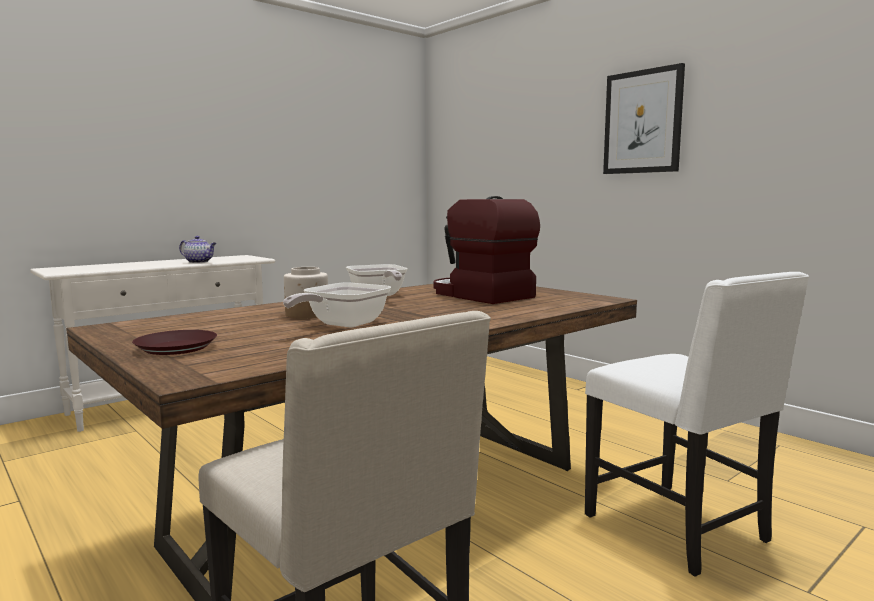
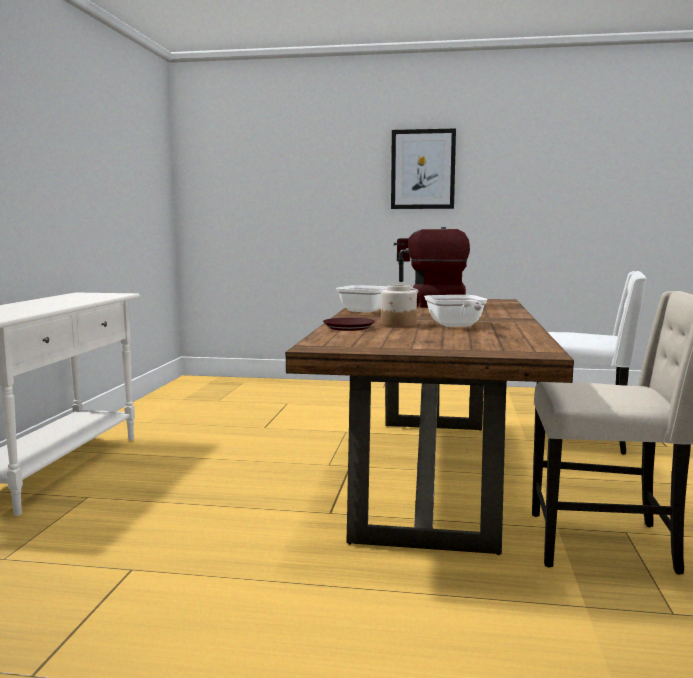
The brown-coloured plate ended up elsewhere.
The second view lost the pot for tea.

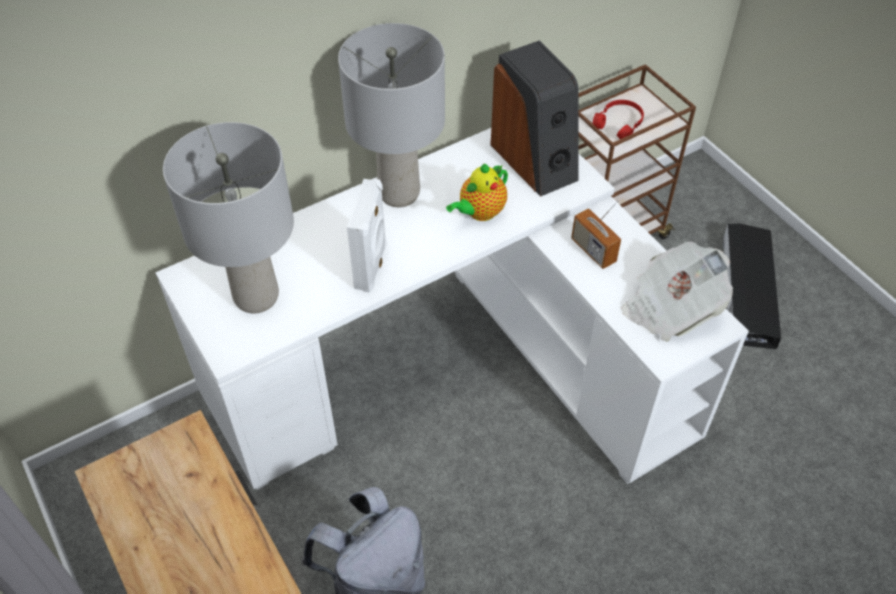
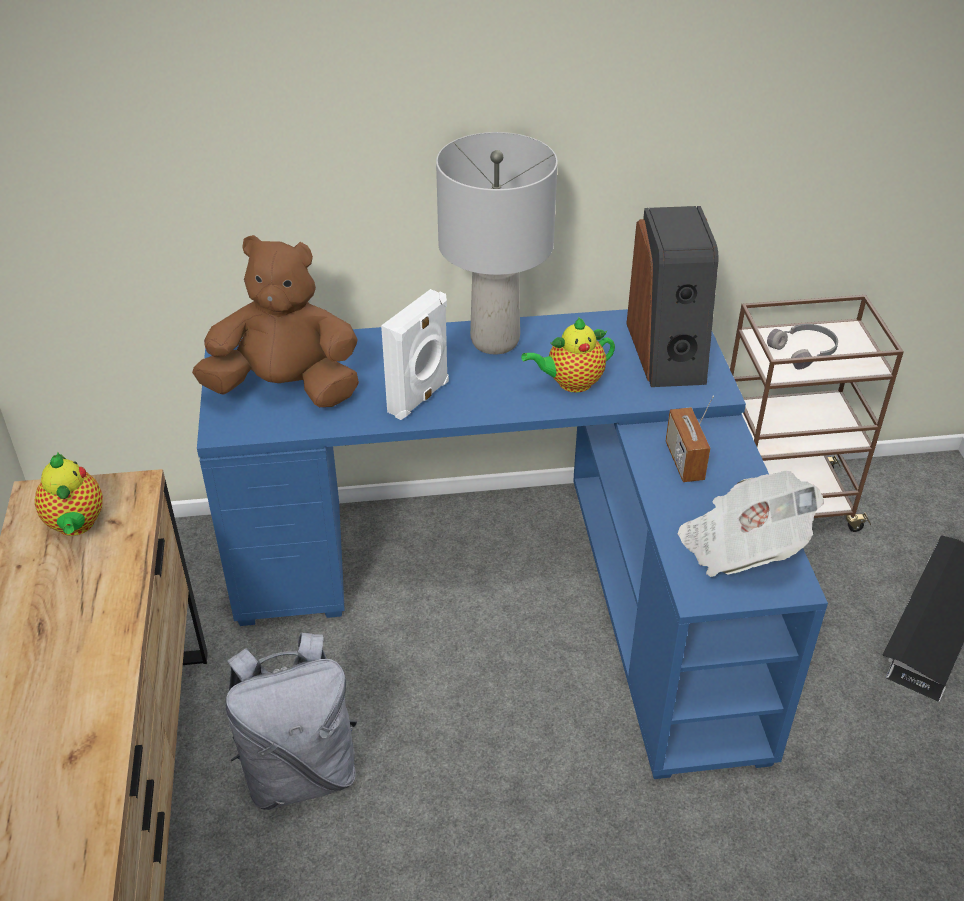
What was the whitish desk unit turned into the blue-coloured desk unit.
Where the greyish table lamp (1st from left) stood, the brown-coloured cuddly toy came to stand.
What was the reddish headset turned into the greyish headset.
The second view gained the pot for tea (1st from left).

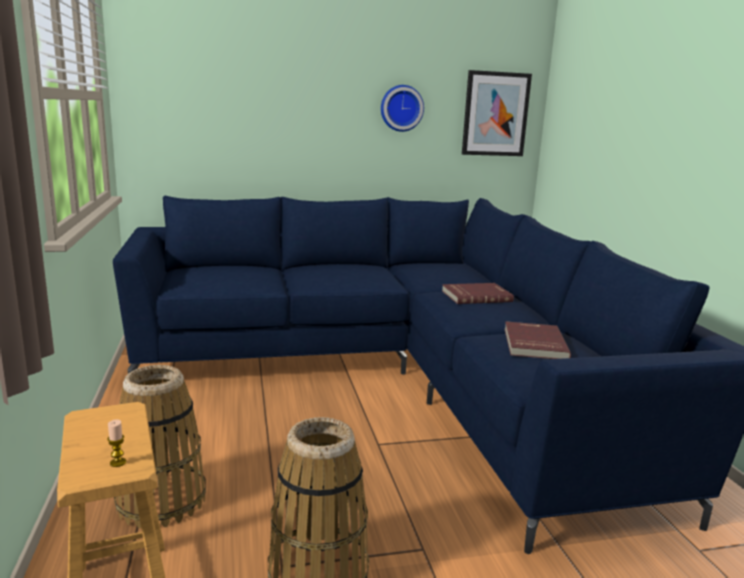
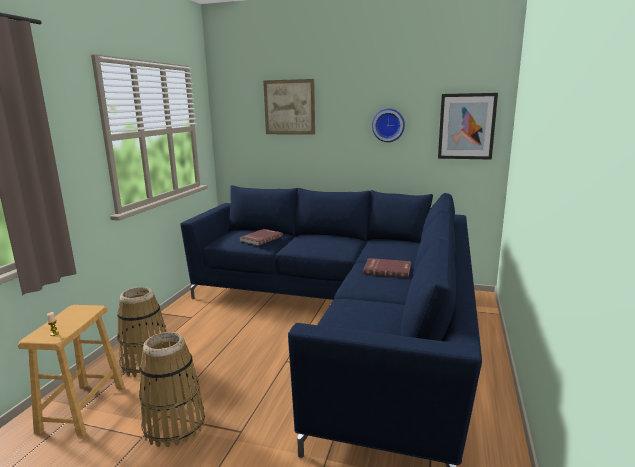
The reddish bound book (2nd from left in the first image) ended up elsewhere.
The second view gained the picture (1st from left).

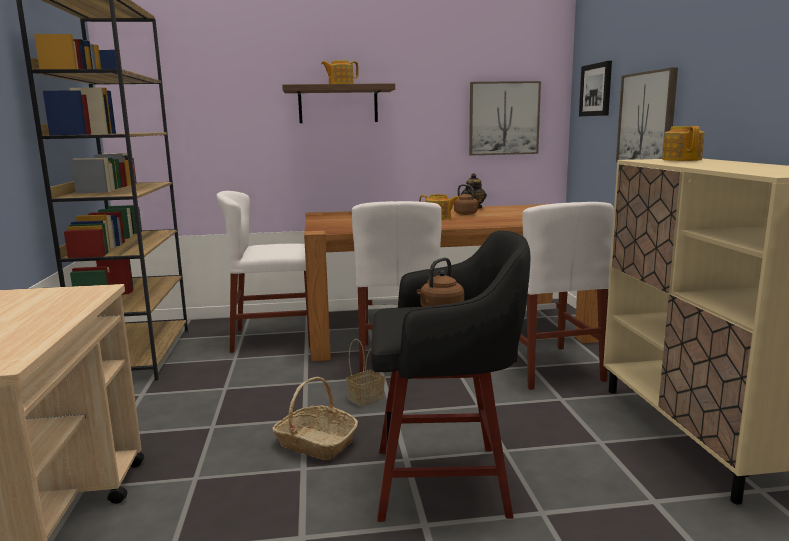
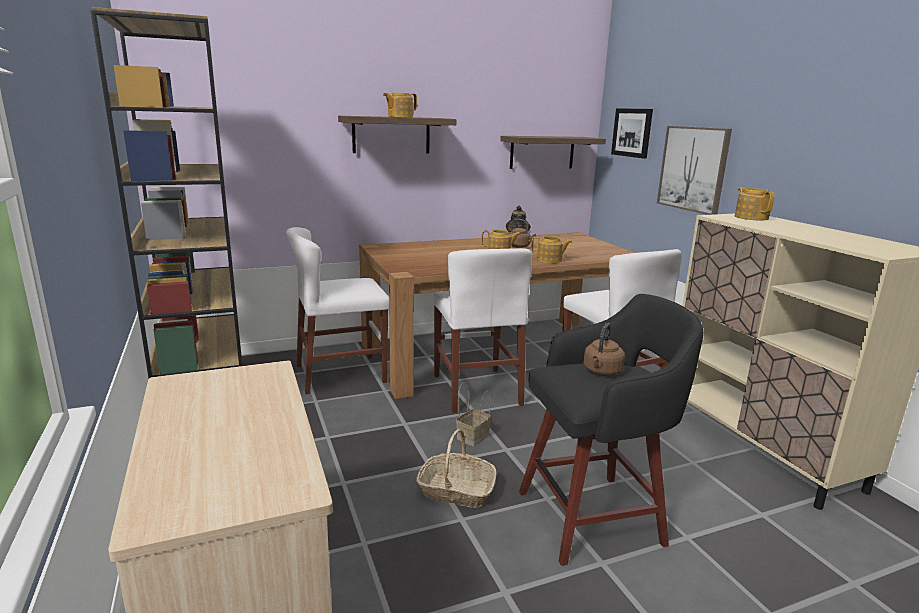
Where the picture (1st from left) hung, the wall shelf (2nd from left) came to hang.
The second view gained the pot for tea (4th from left).

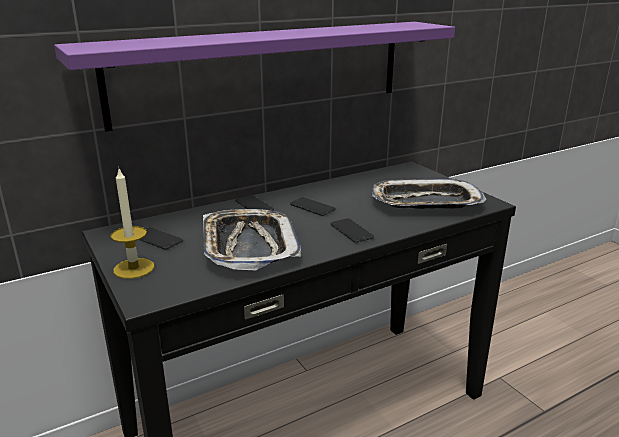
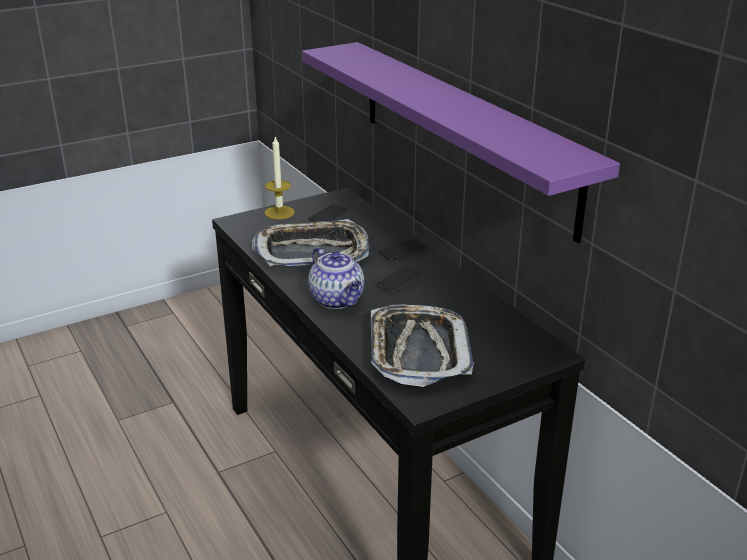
Where the telephone (4th from left) stood, the pot for tea came to stand.

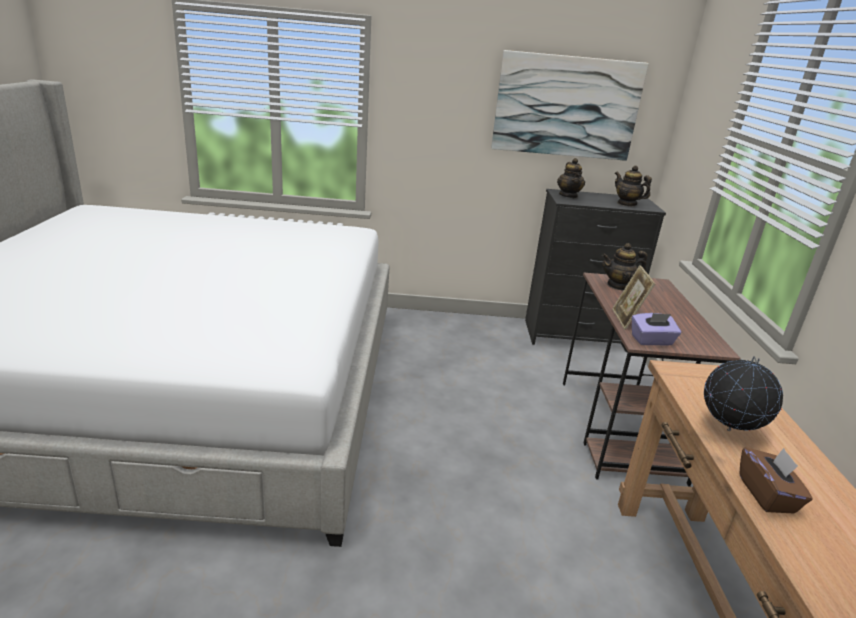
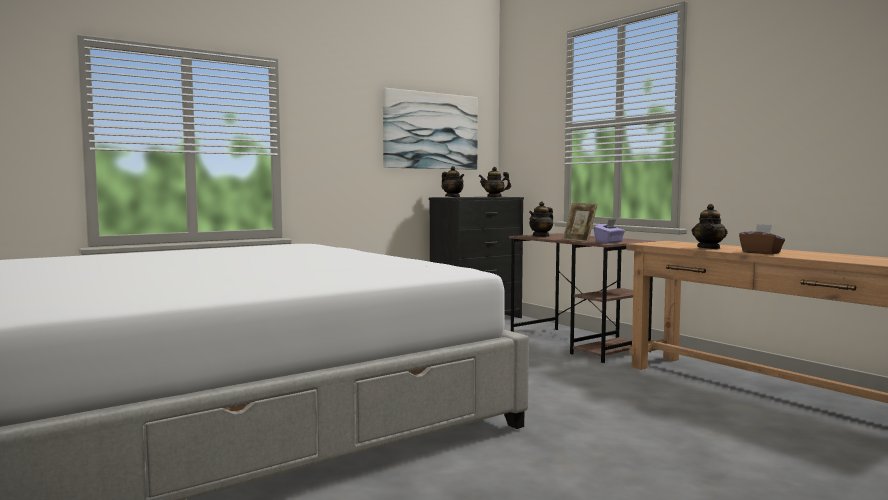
Where the world globe stood, the pot for tea (4th from left) came to stand.

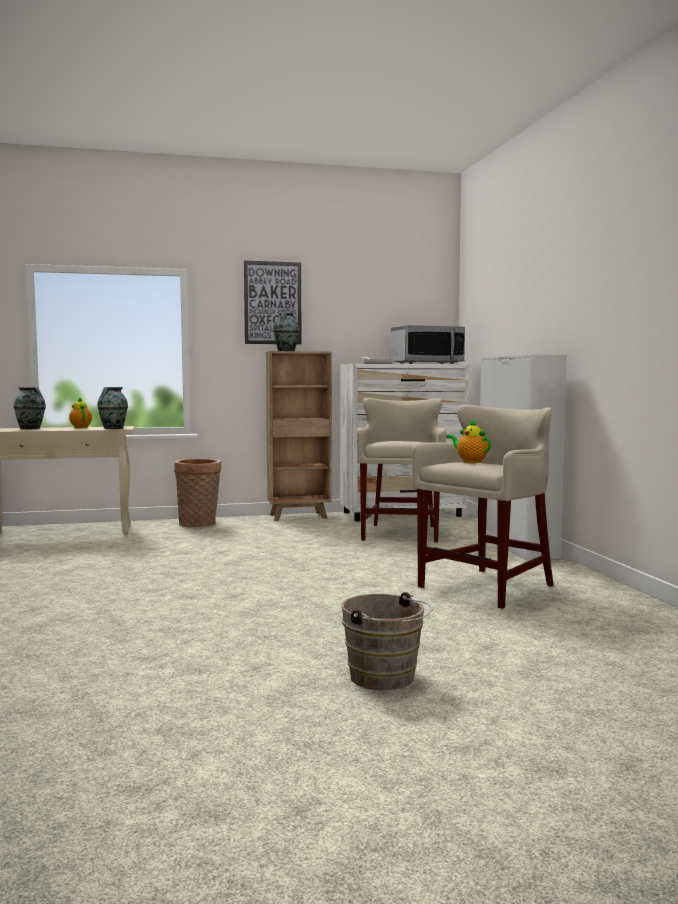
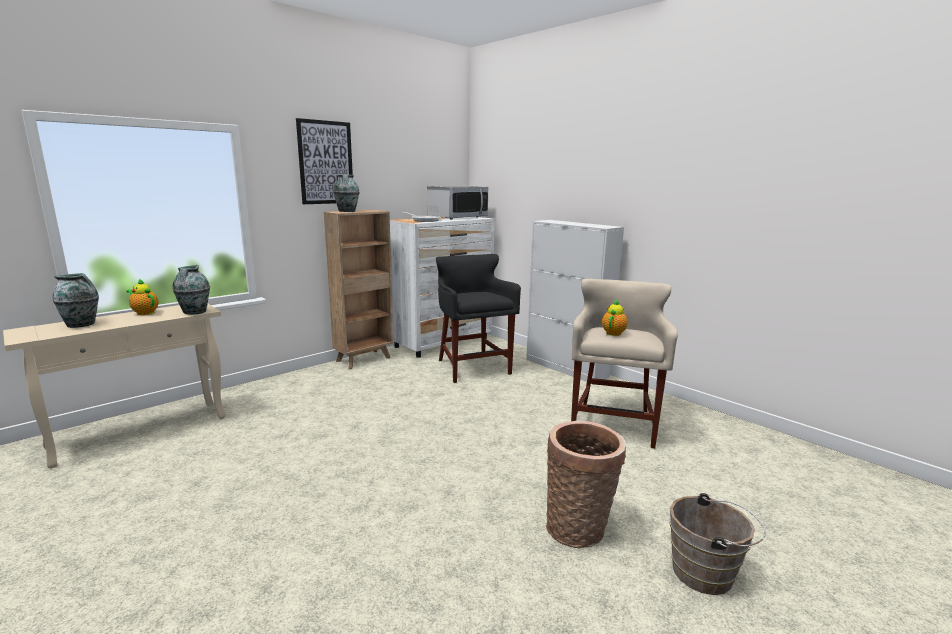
The basket ended up elsewhere.
What was the beige sitting stool (1st from left) turned into the blackish sitting stool.
The pot for tea (2nd from left) ended up facing another way, 105 degrees clockwise from before.

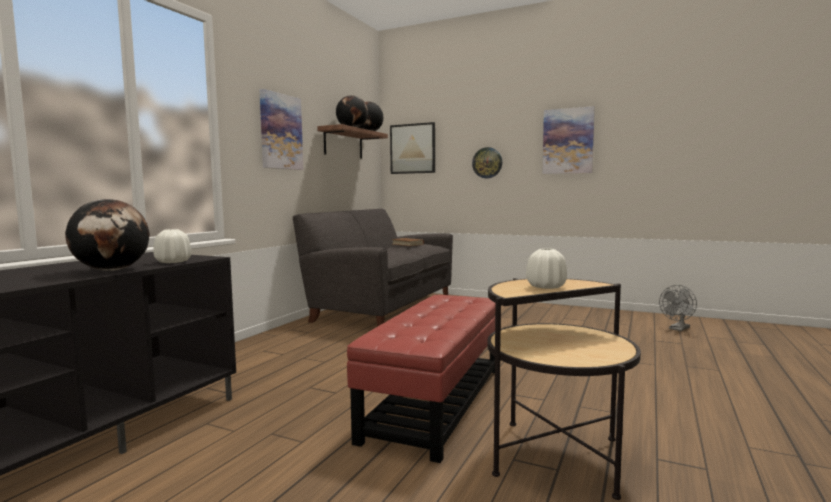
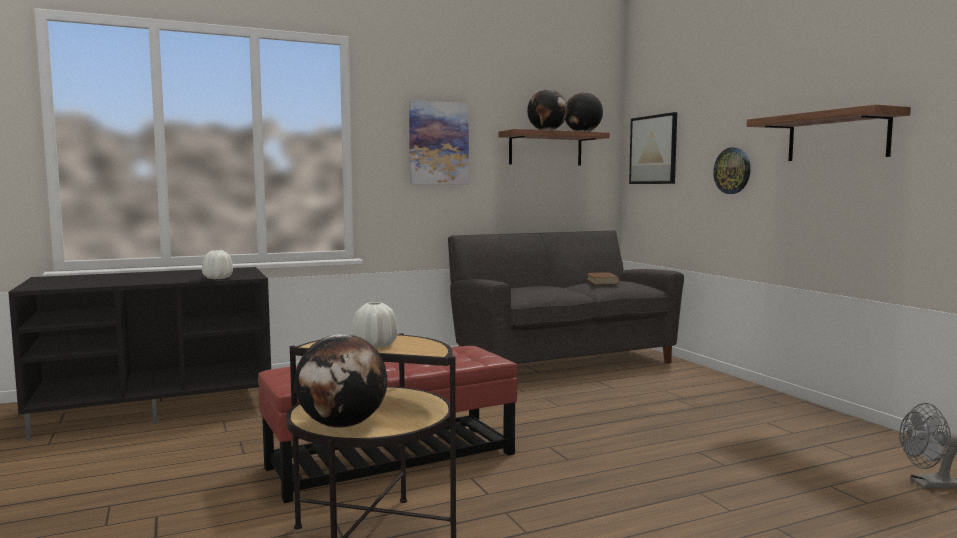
The world globe (1st from left) ended up elsewhere.
Where the picture (3rd from left) hung, the wall shelf (2nd from left) came to hang.

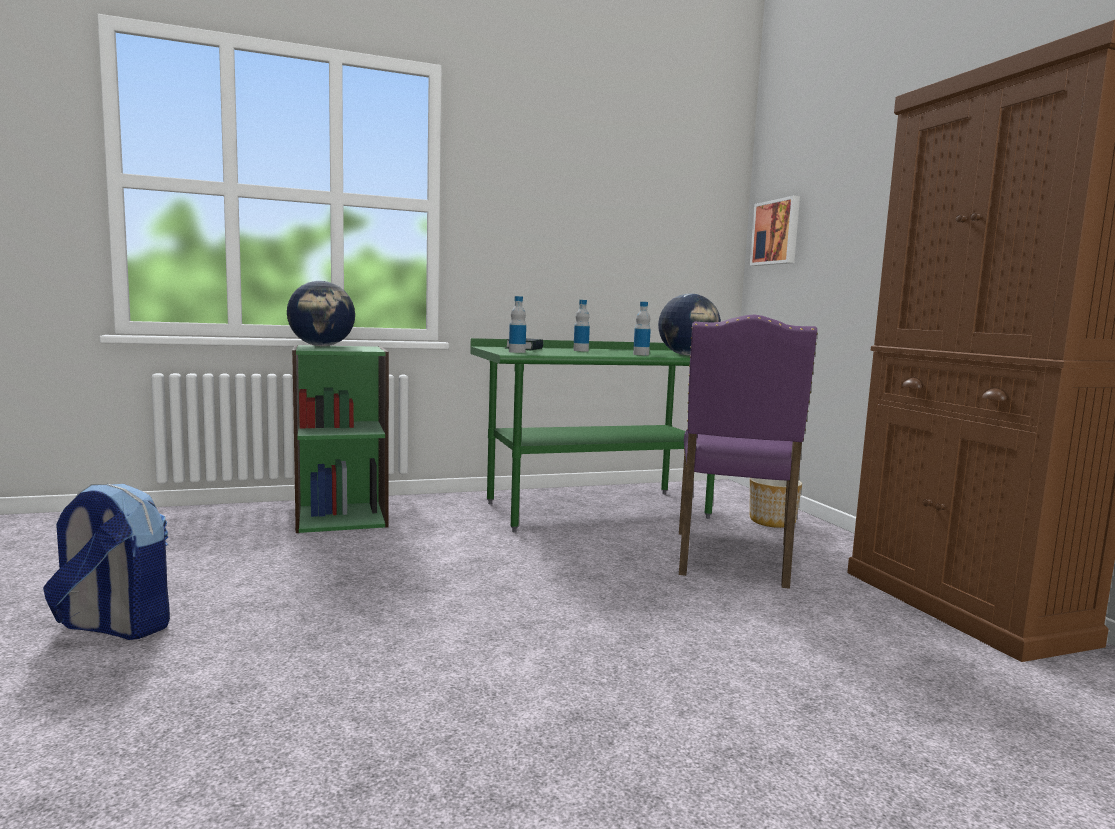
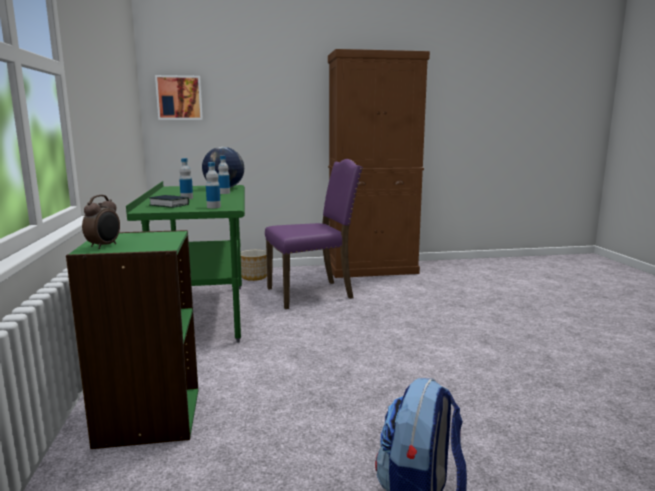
Where the world globe (1st from left) stood, the alarm clock came to stand.
The purplish upright chair ended up facing another way, 45 degrees counterclockwise from before.

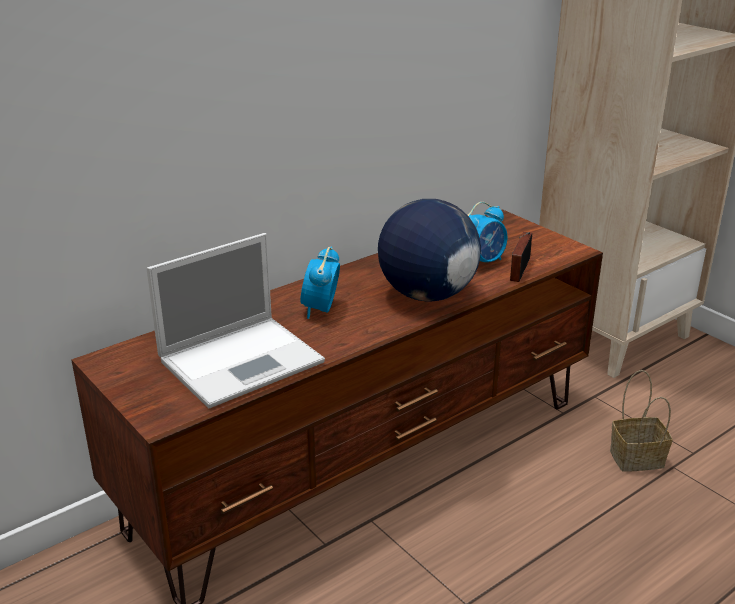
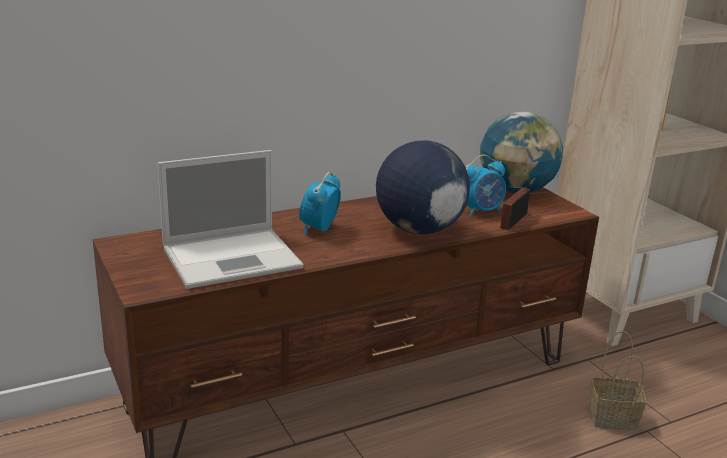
The second view gained the world globe (2nd from left).

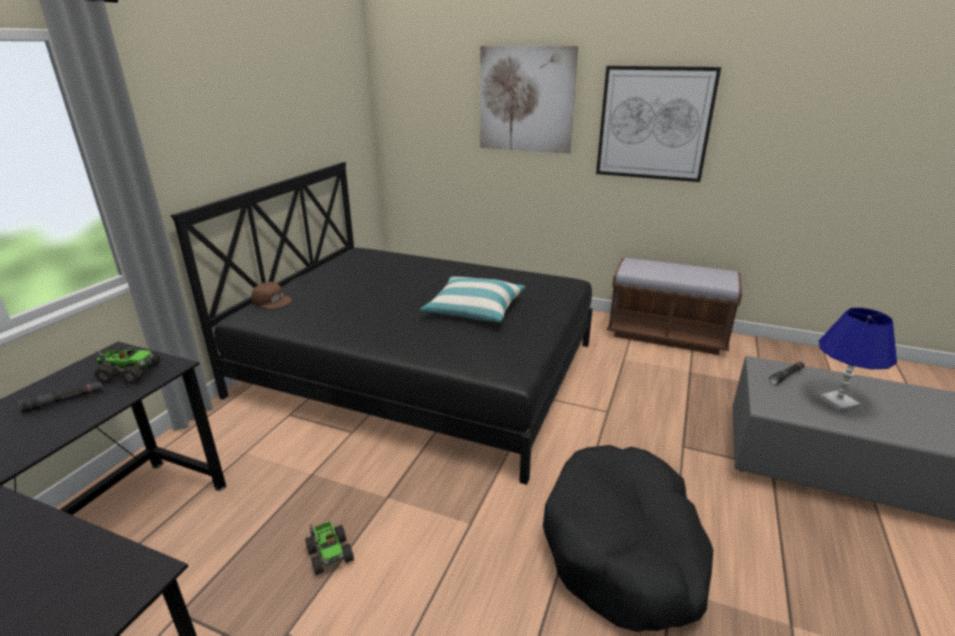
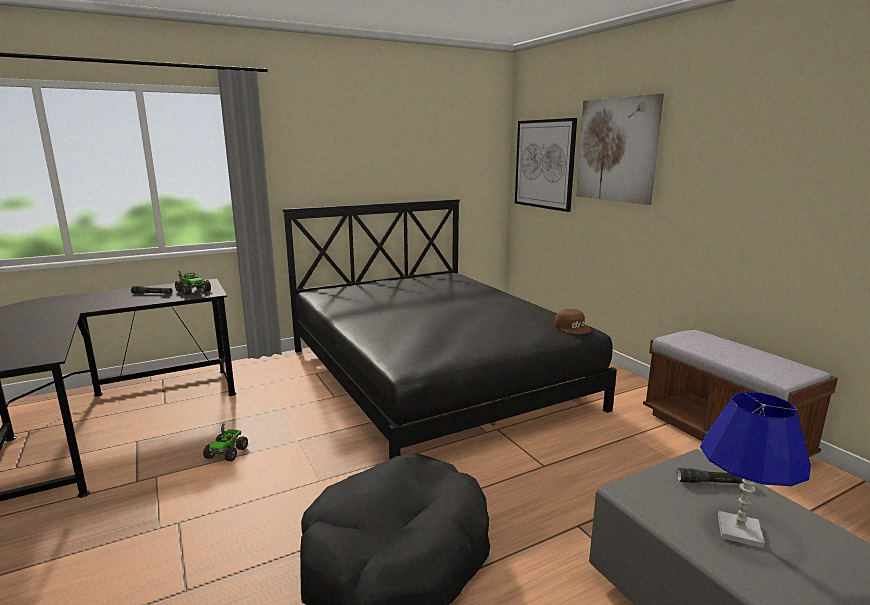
The brown-coloured peaked cap ended up elsewhere.
The second view lost the cushion.
The picture (2nd from left in the first image) ended up elsewhere.

